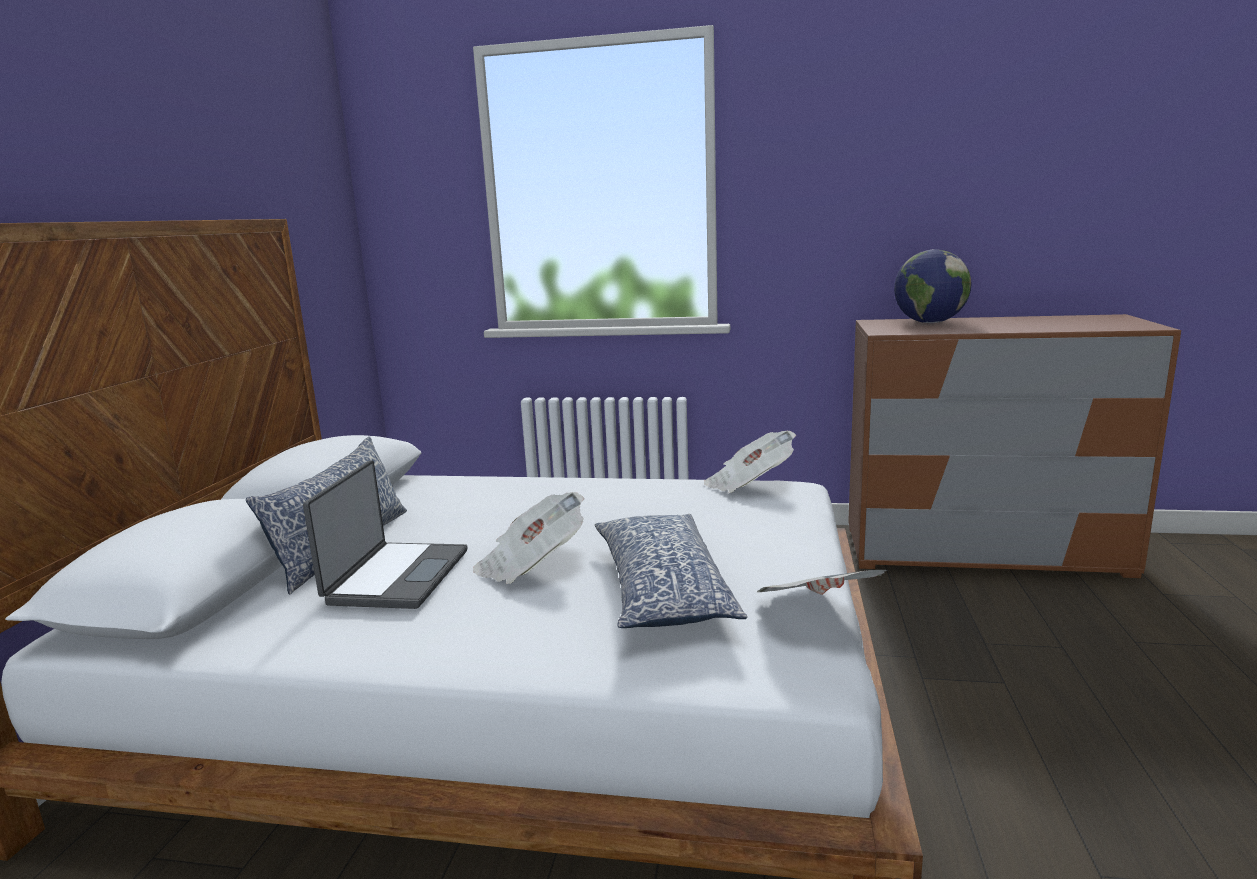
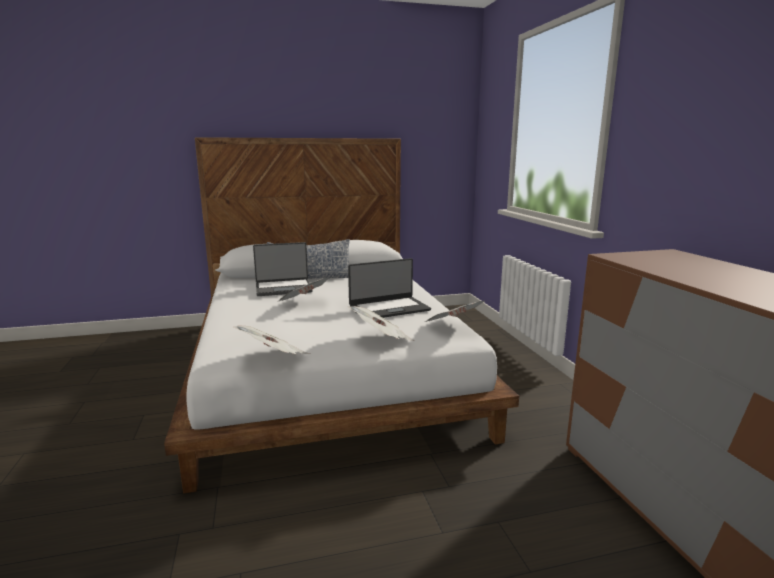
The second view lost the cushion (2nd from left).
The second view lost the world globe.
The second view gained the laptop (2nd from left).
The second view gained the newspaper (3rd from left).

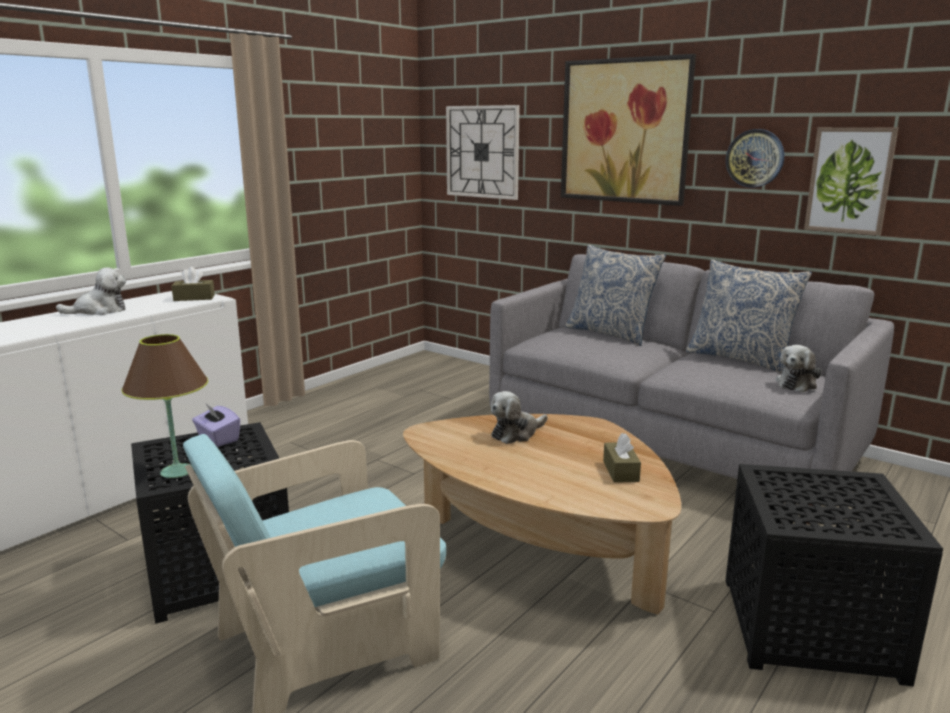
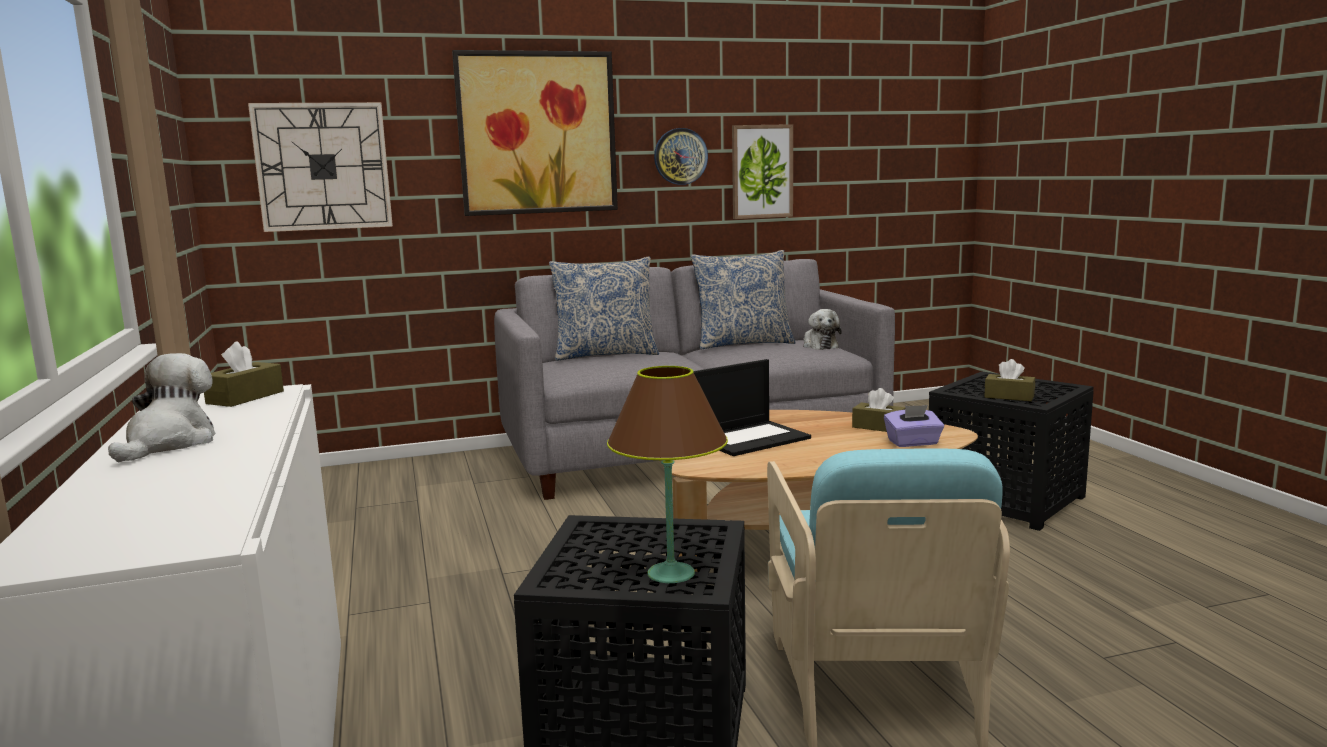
The purplish tissue box ended up elsewhere.
Where the cuddly toy (2nd from left) stood, the laptop came to stand.
The second view gained the brown-coloured tissue box (3rd from left).

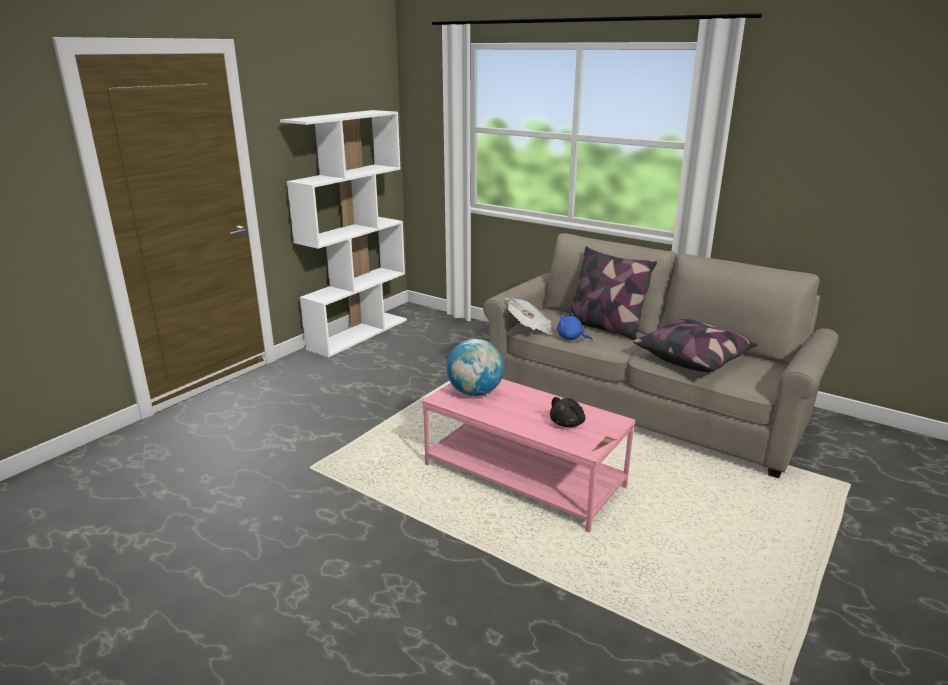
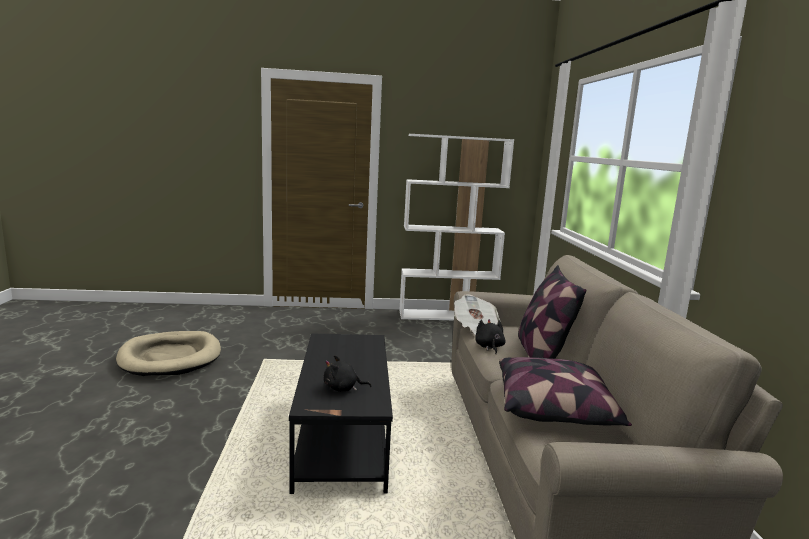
What was the pink-coloured low table turned into the blackish low table.
The second view lost the world globe.
What was the blue-coloured cuddly toy turned into the blackish cuddly toy (2nd from left).
The second view gained the beige dog cushion.

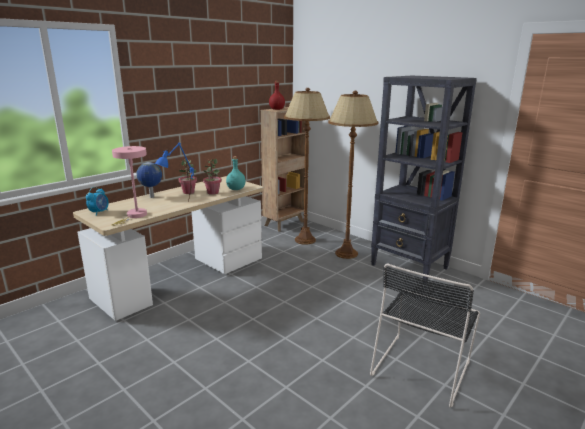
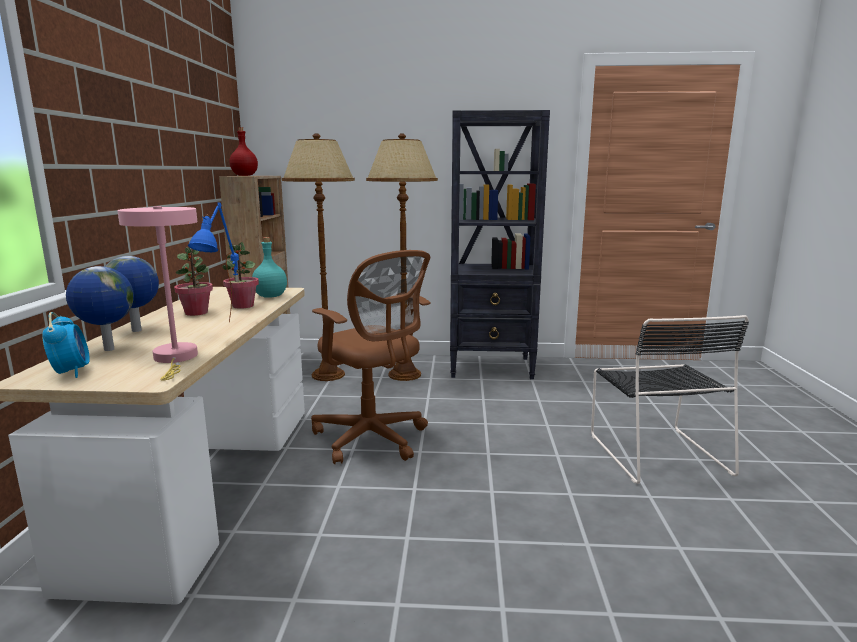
The second view gained the world globe (1st from left).
The second view gained the brown-coloured computer chair.

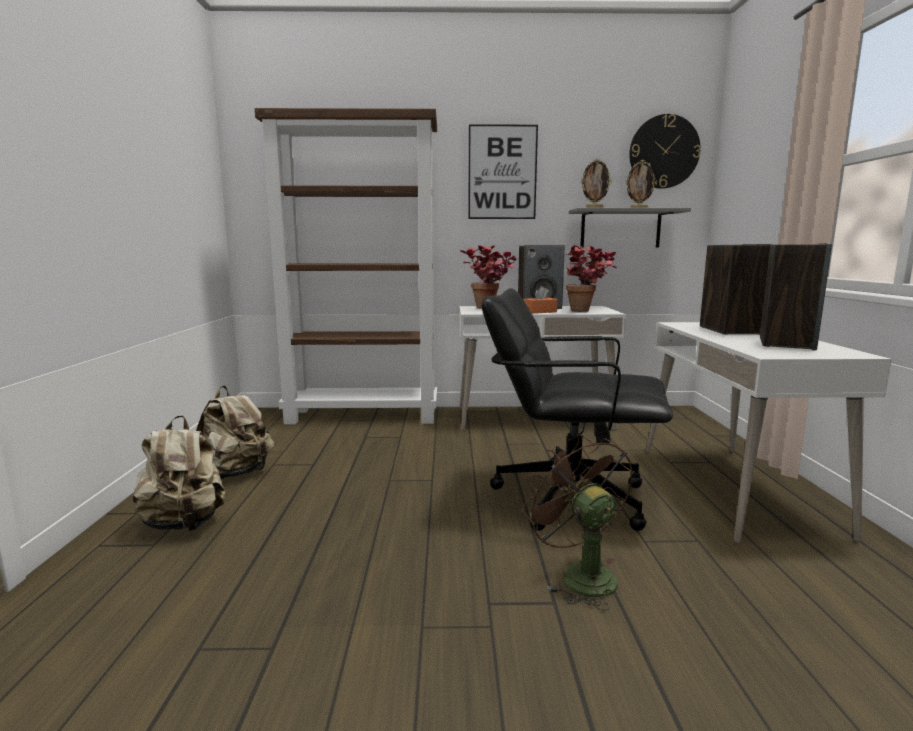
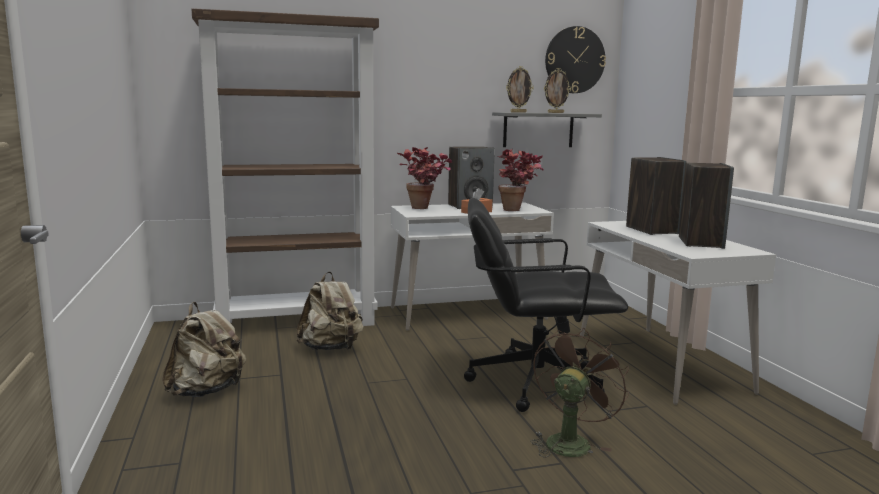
The beige rucksack (1st from left in the first image) ended up elsewhere.
The second view lost the picture.
The brown-coloured fan ended up facing another way, 75 degrees clockwise from before.

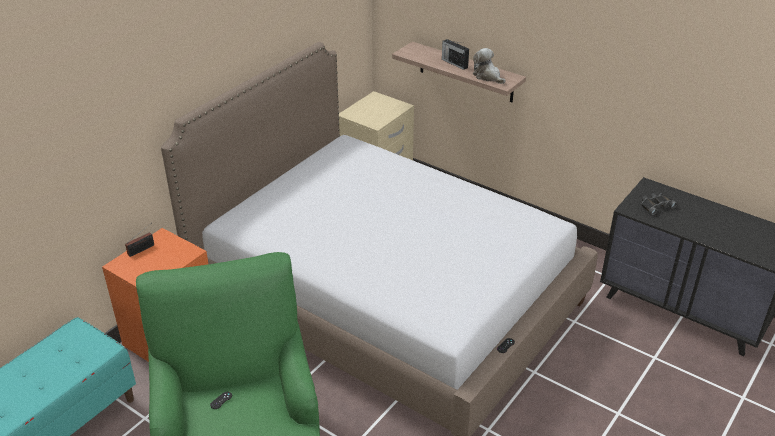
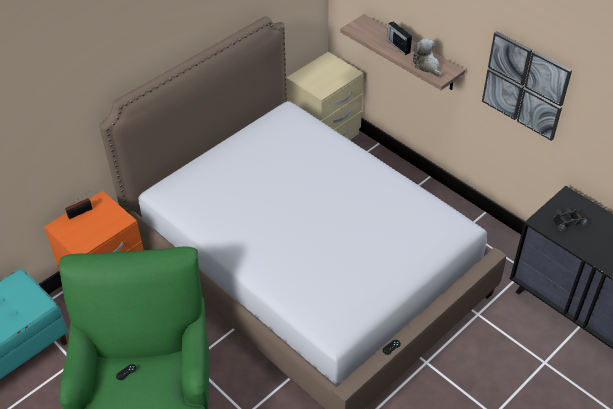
The second view gained the picture.

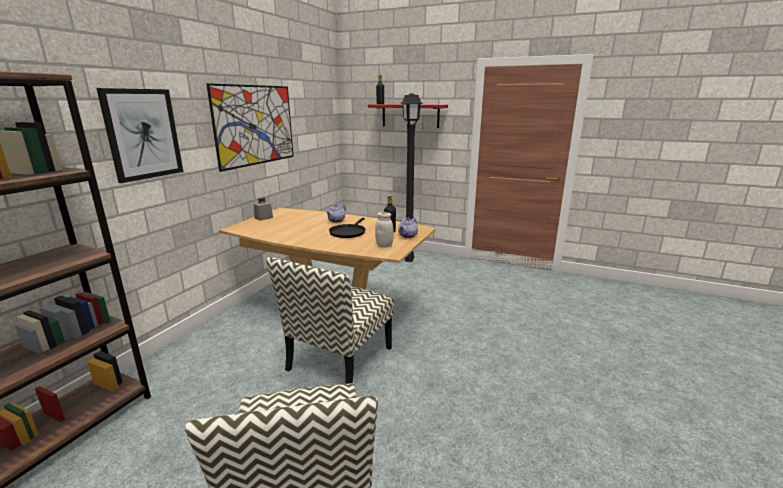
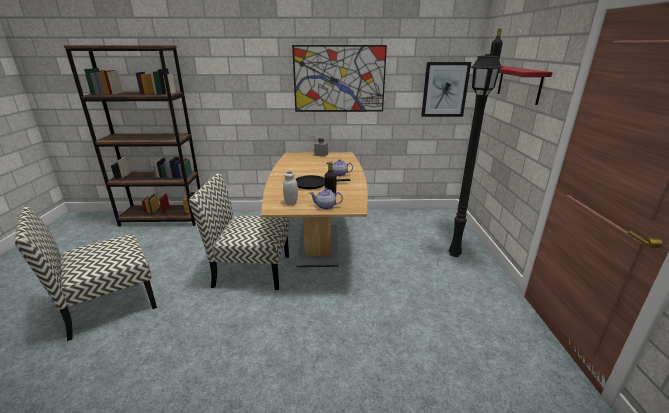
The picture (1st from left in the first image) ended up elsewhere.

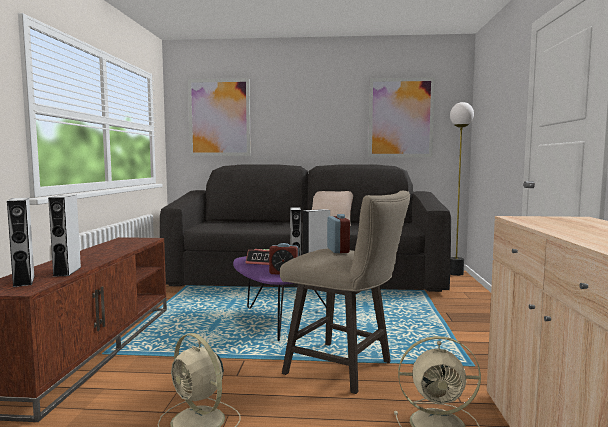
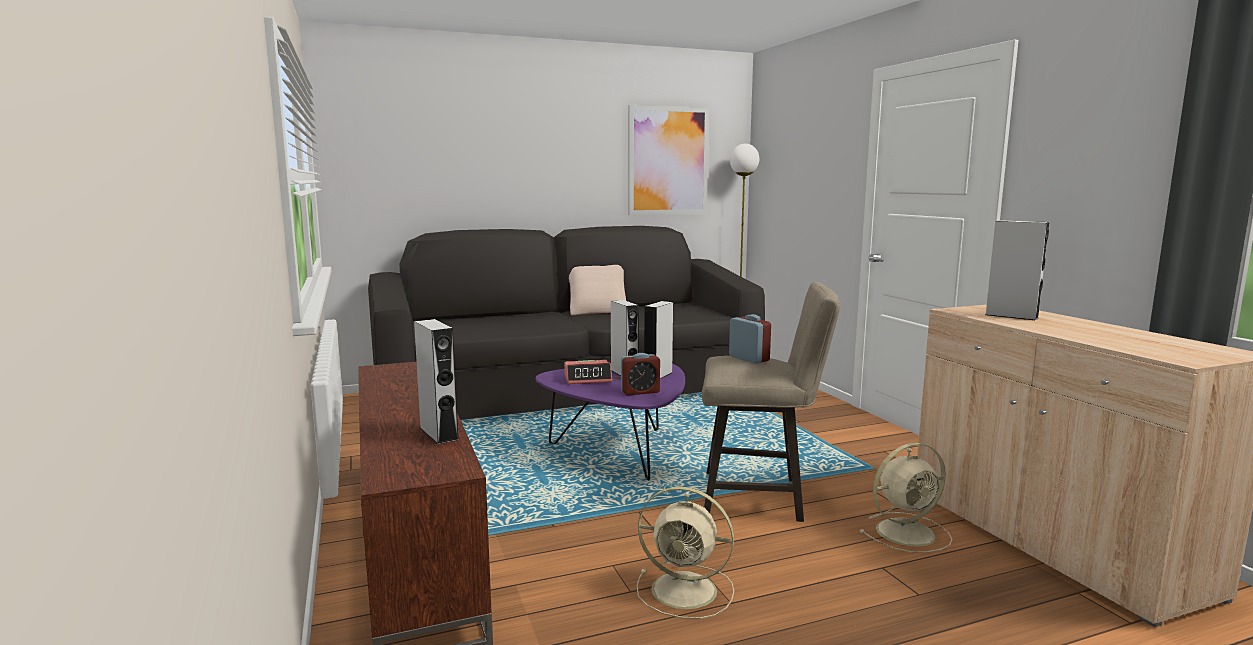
The greyish audio speaker (1st from left in the first image) ended up elsewhere.
The second view lost the picture (1st from left).

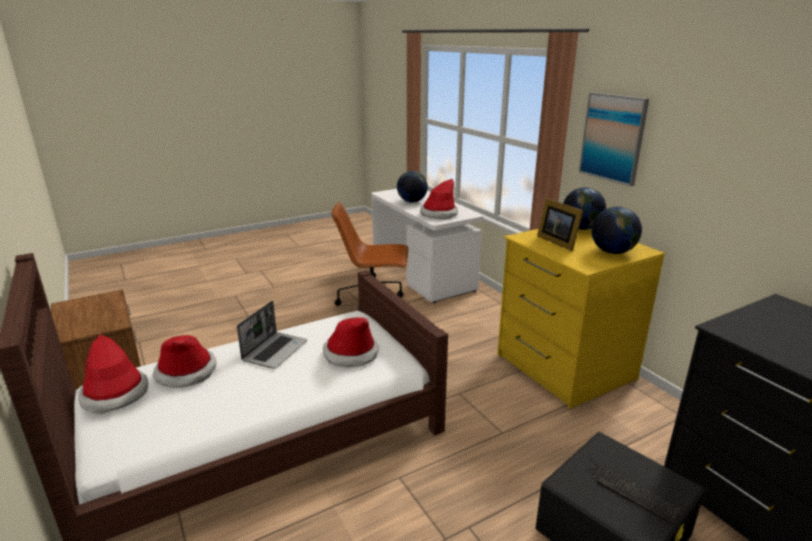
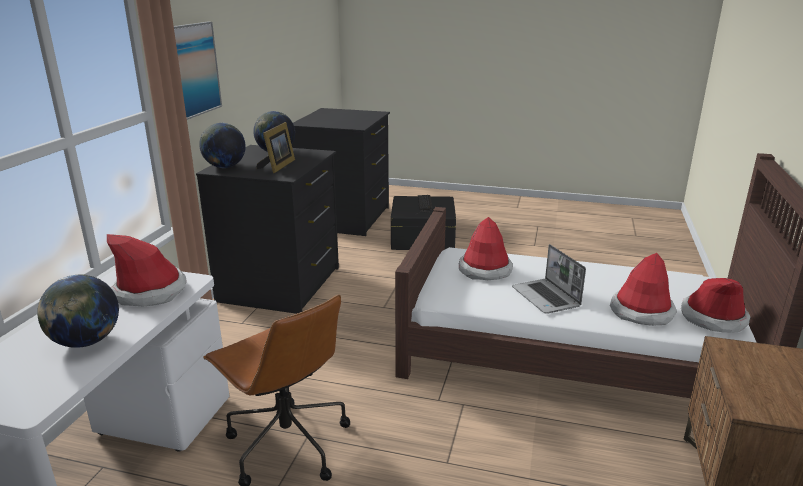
The laptop ended up facing another way, 90 degrees counterclockwise from before.
What was the yellow-coloured drawer chest turned into the blackish drawer chest (1st from left).

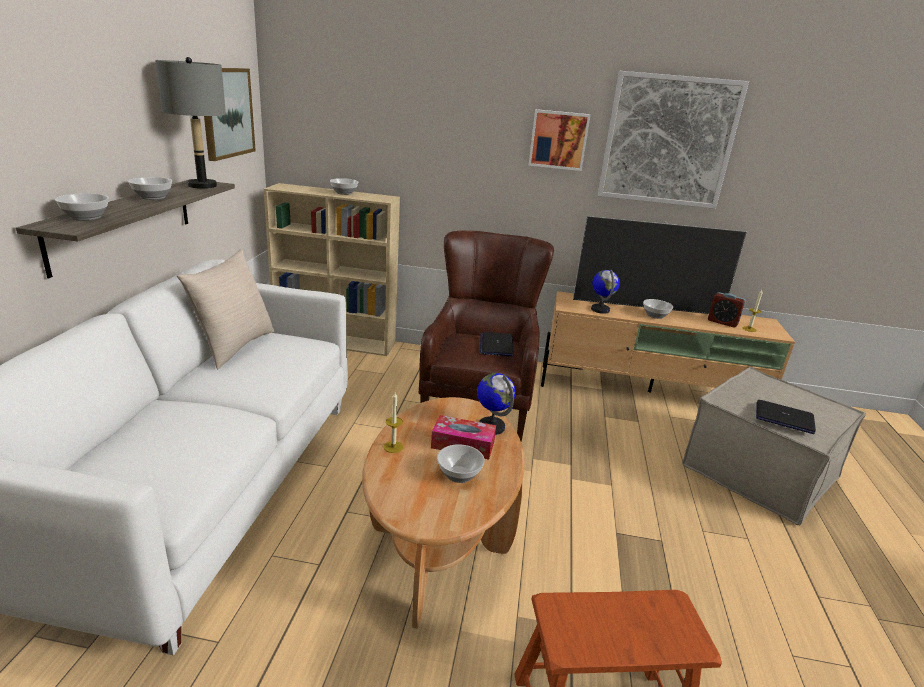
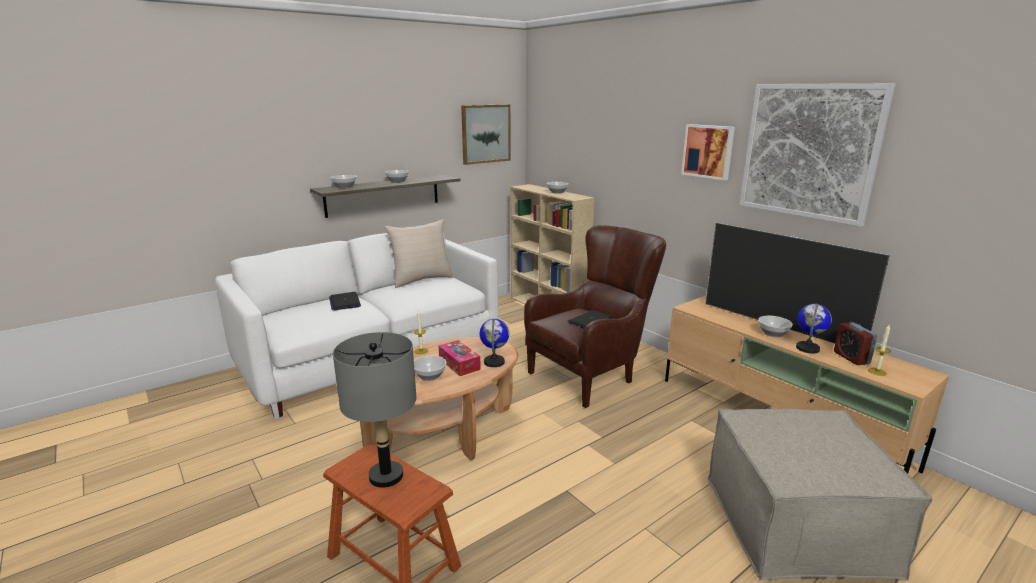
The greyish table lamp ended up elsewhere.
The world globe (2nd from left) ended up elsewhere.
The laptop (2nd from left in the first image) ended up elsewhere.

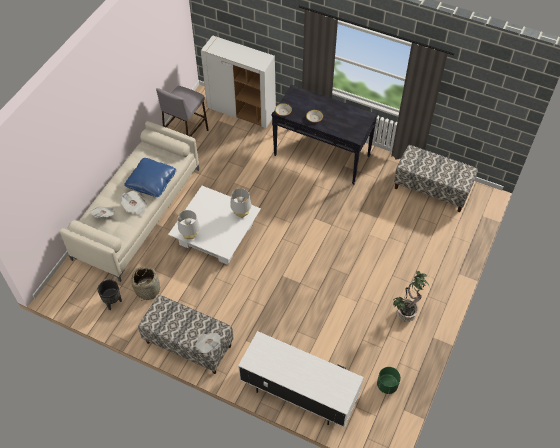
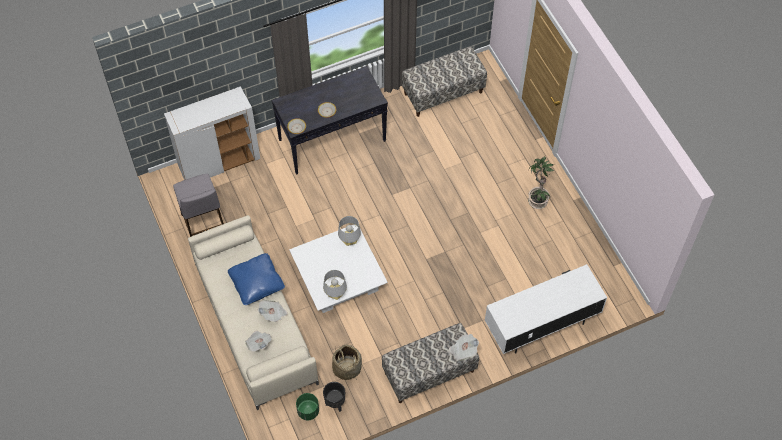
The greenish flower pot ended up elsewhere.

